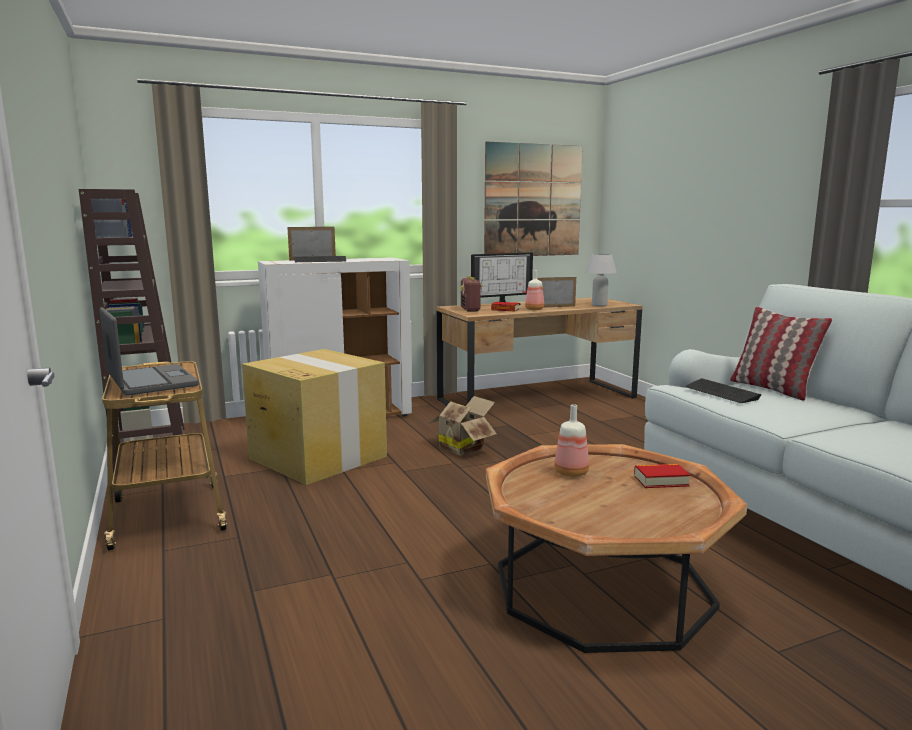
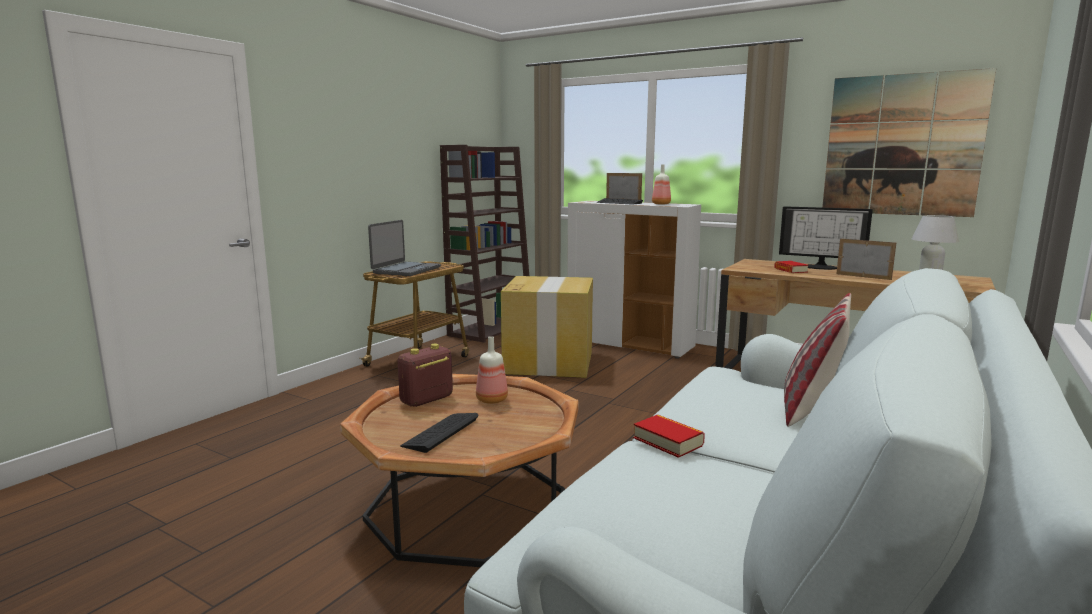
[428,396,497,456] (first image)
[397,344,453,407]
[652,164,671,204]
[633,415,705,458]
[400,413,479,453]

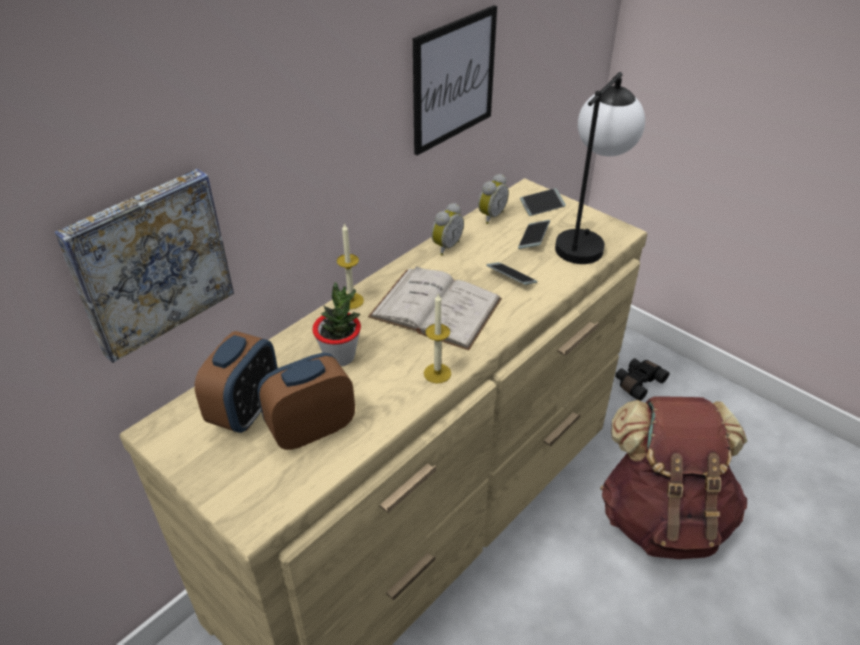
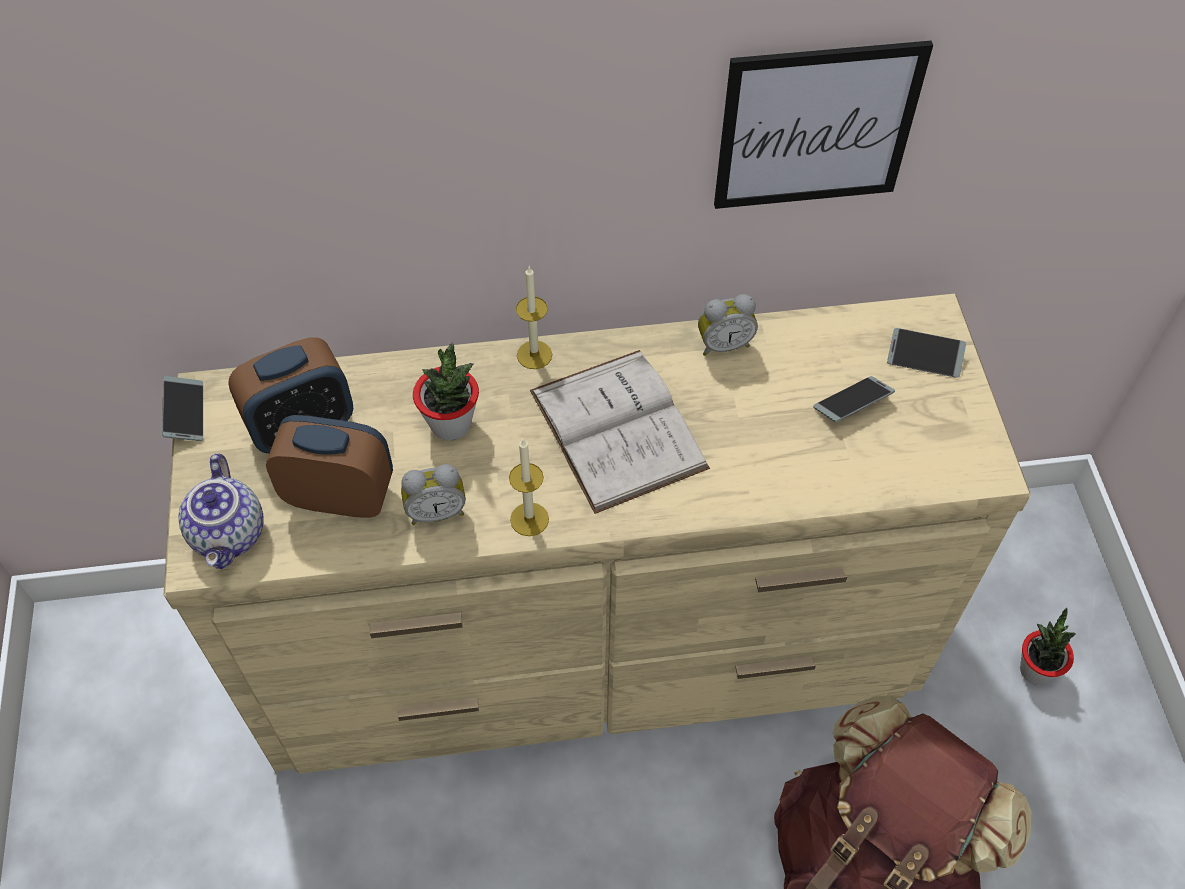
[55,169,234,363] (first image)
[555,72,645,264] (first image)
[179,454,264,569]
[401,464,465,525]
[162,376,203,441]
[1020,608,1076,685]

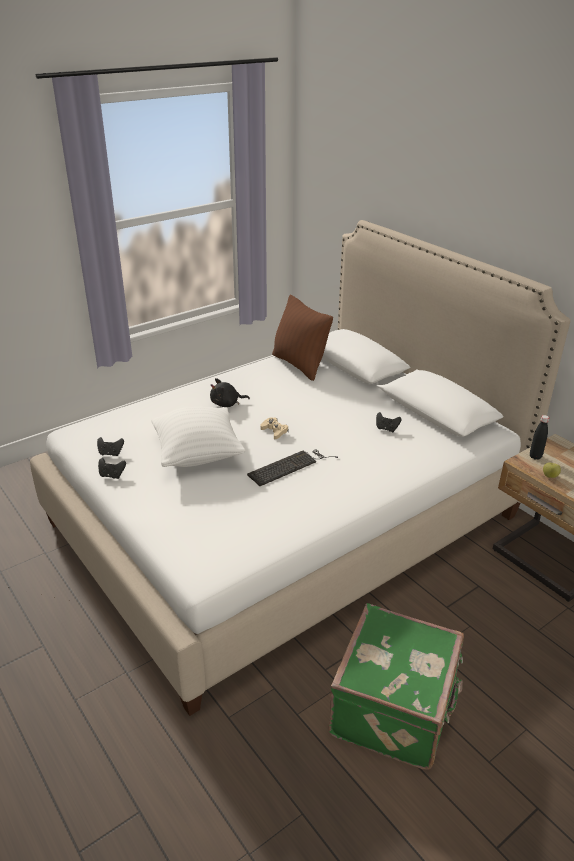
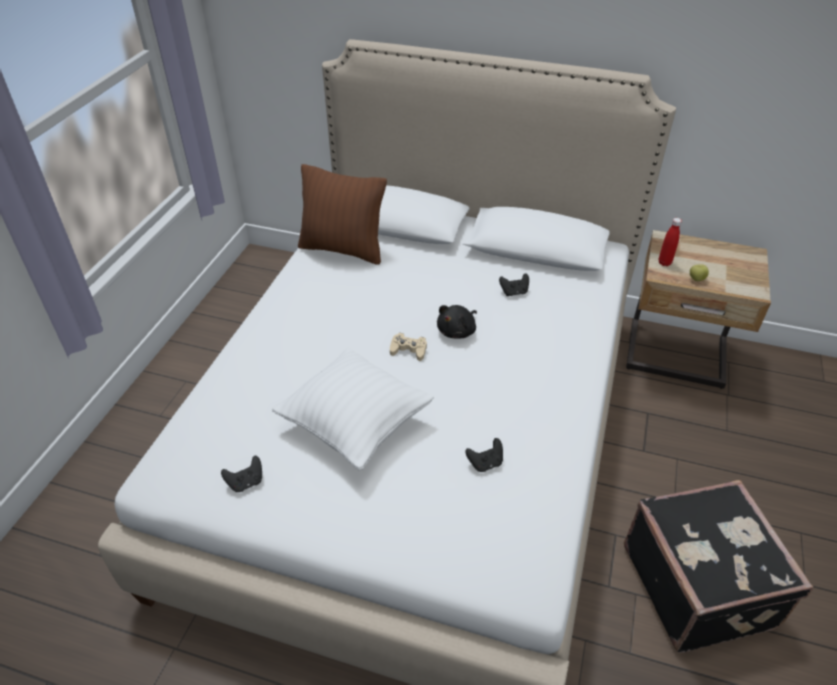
[247,450,338,486] (first image)
[465,438,503,472]
[437,305,477,338]
[624,480,813,653]
[659,218,682,266]

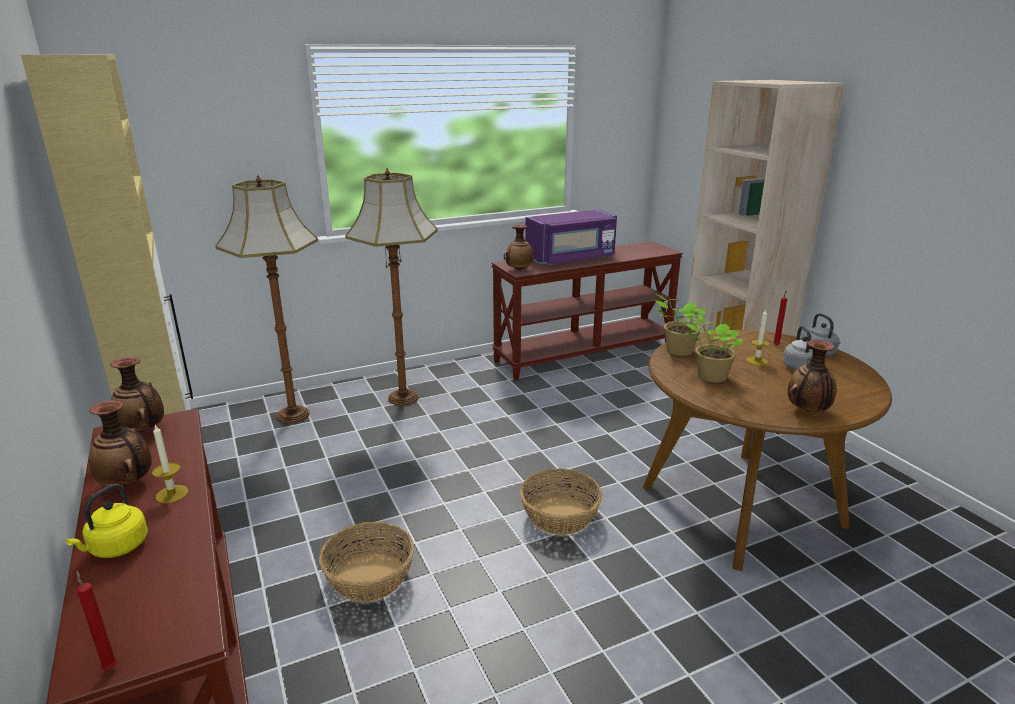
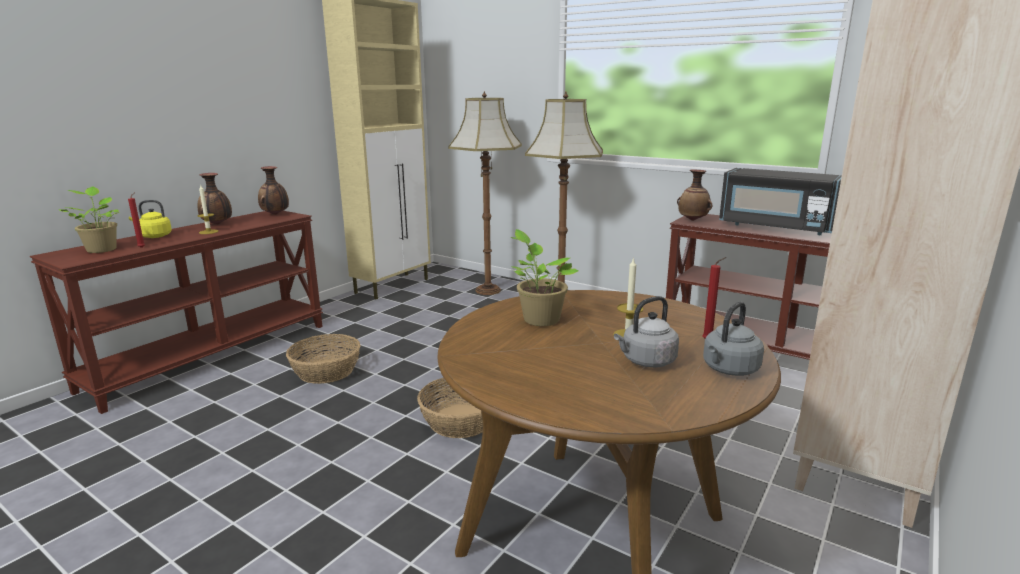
[788,340,836,411] (first image)
[128,192,145,248]
[58,186,120,253]
[719,168,842,235]

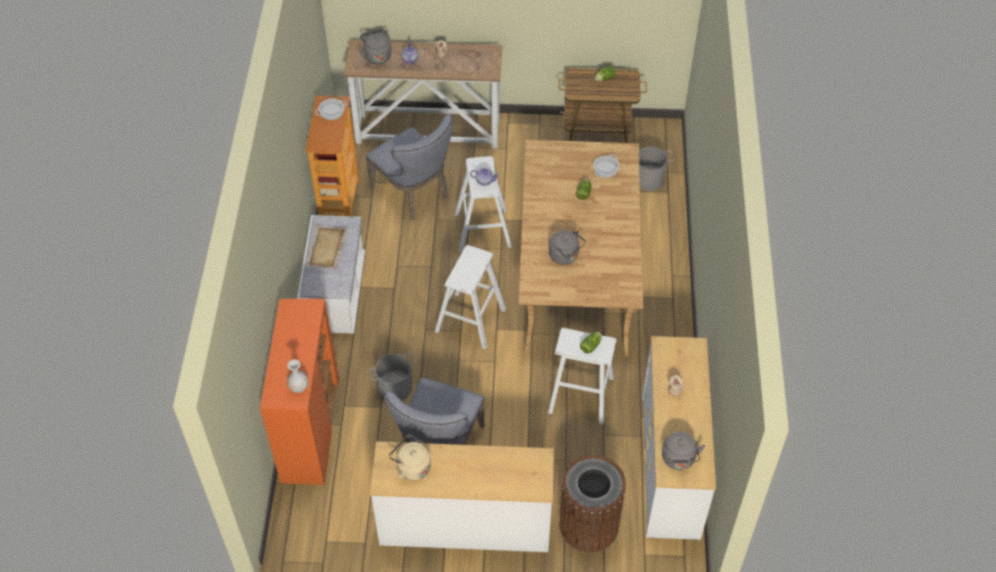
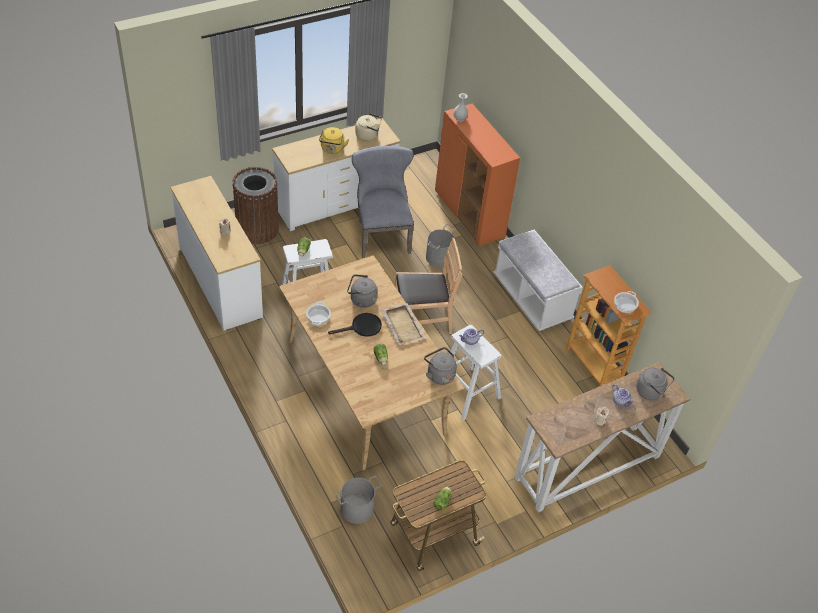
[366,114,453,220] (first image)
[319,127,349,154]
[328,313,382,337]
[380,303,426,345]
[306,302,331,325]
[424,347,457,385]
[395,238,463,334]

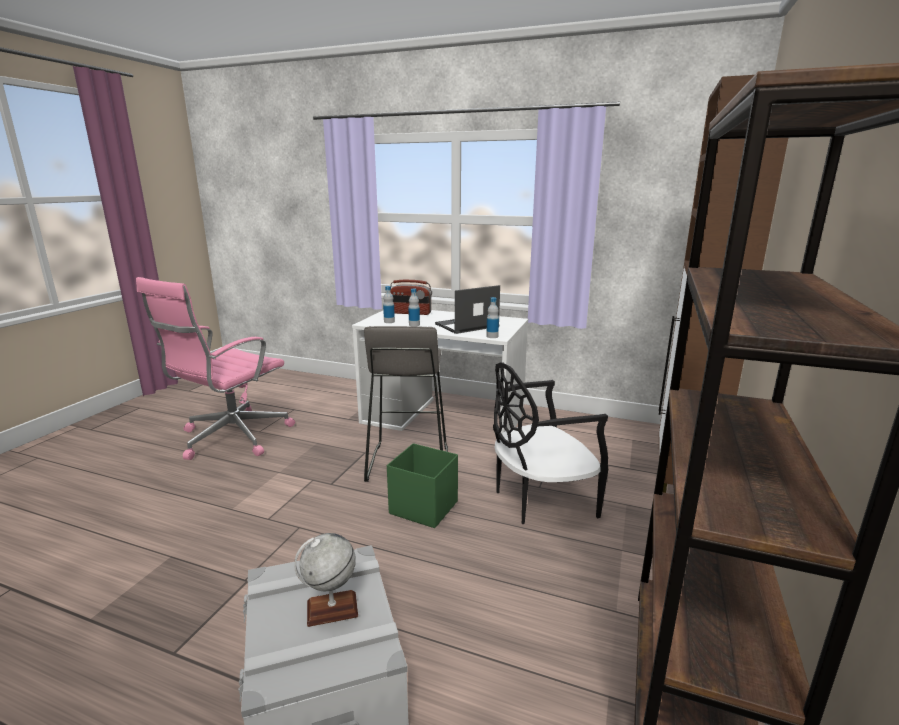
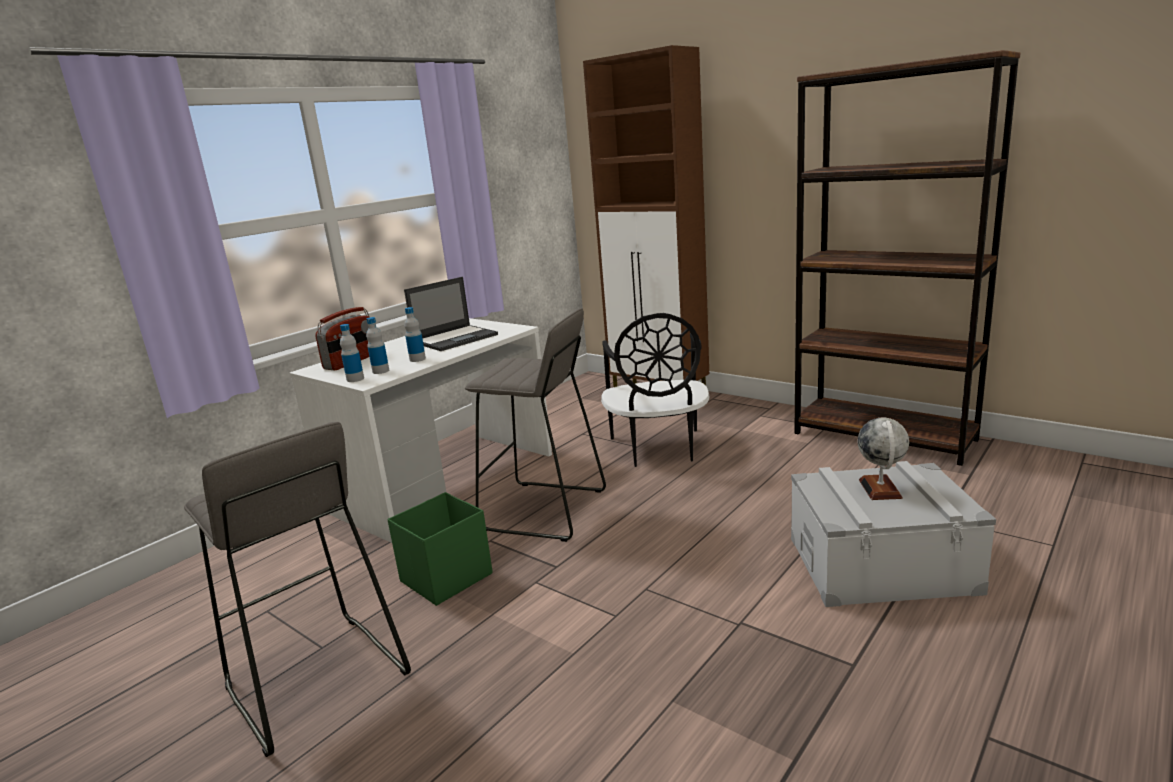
[387,492,493,606]
[340,324,364,382]
[184,422,411,757]
[404,277,498,351]

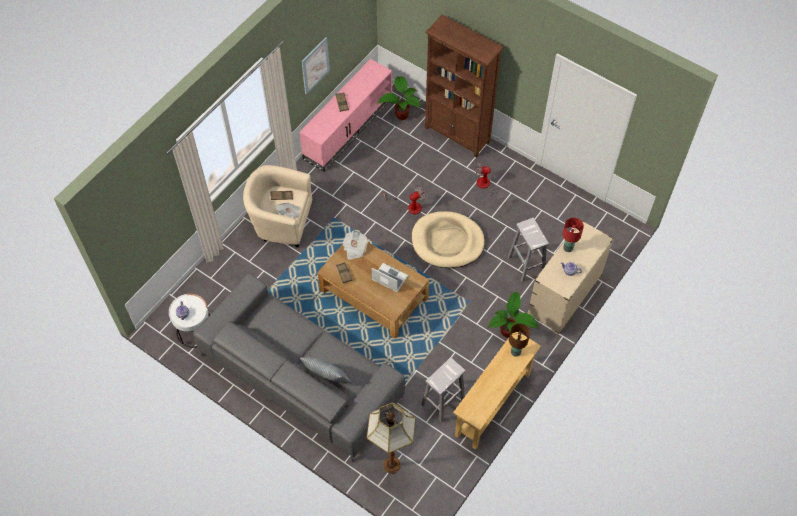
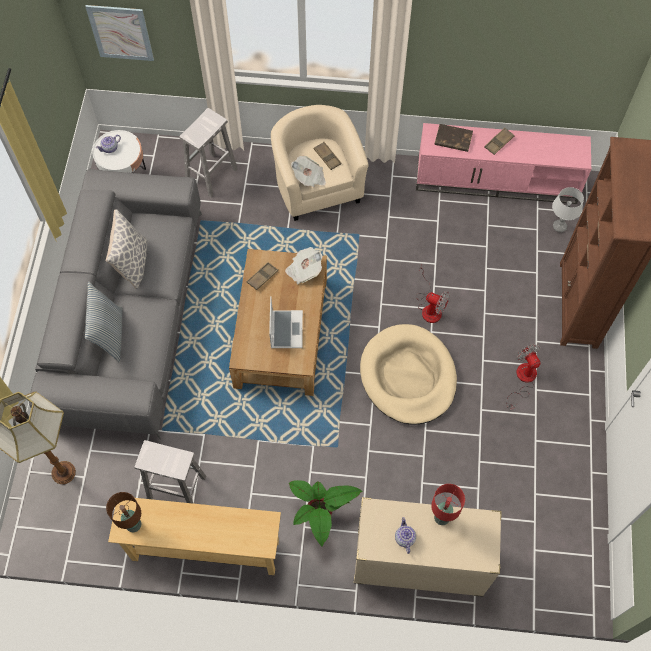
[105,209,148,289]
[434,124,473,152]
[85,5,154,61]
[179,108,238,197]
[106,492,141,532]
[552,187,584,232]

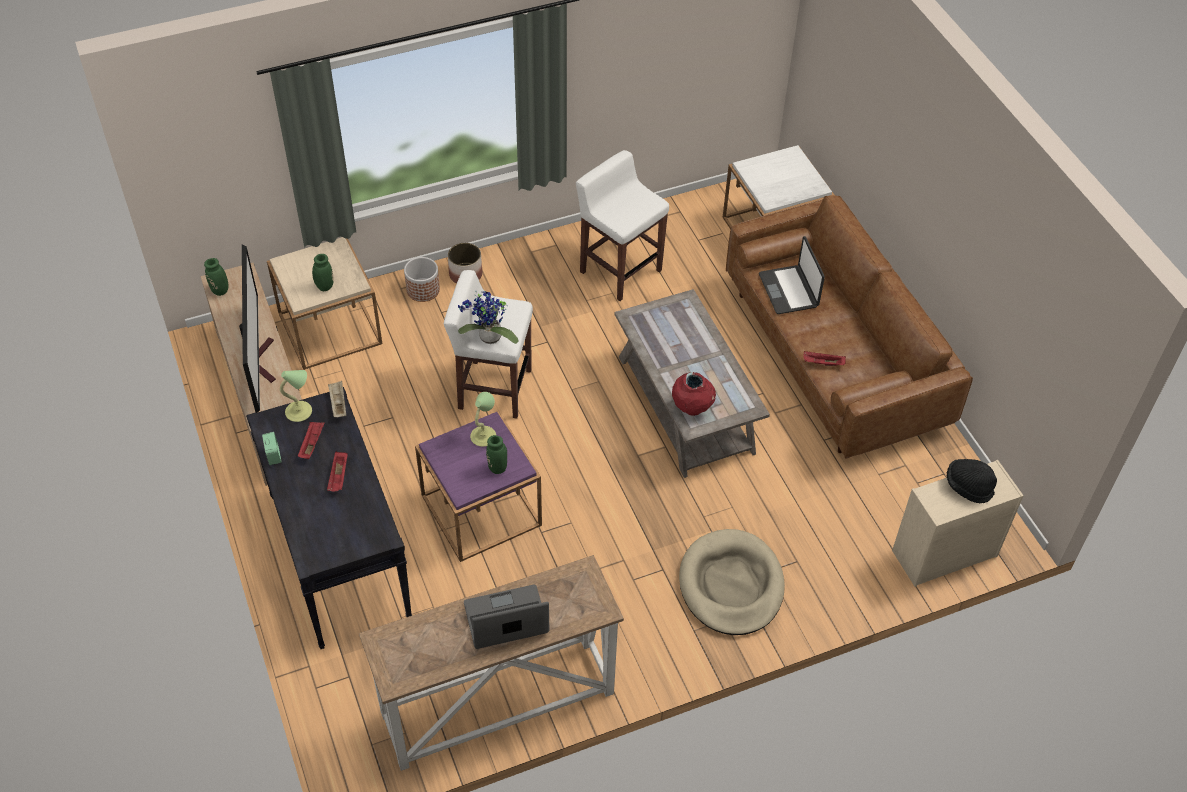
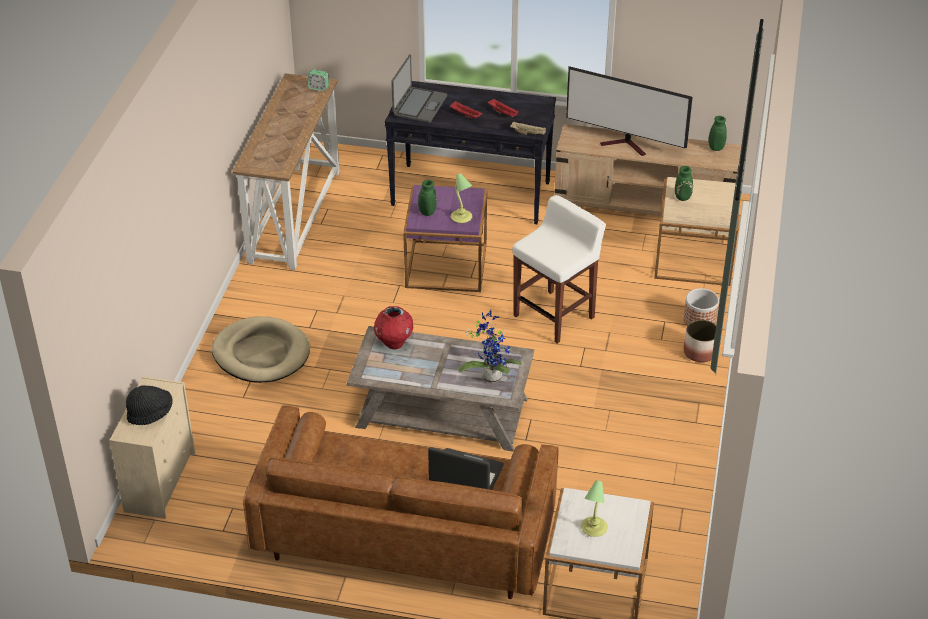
[576,150,669,301] (first image)
[803,351,846,366] (first image)
[307,69,329,91]
[581,480,608,537]
[458,309,522,383]
[391,54,447,123]

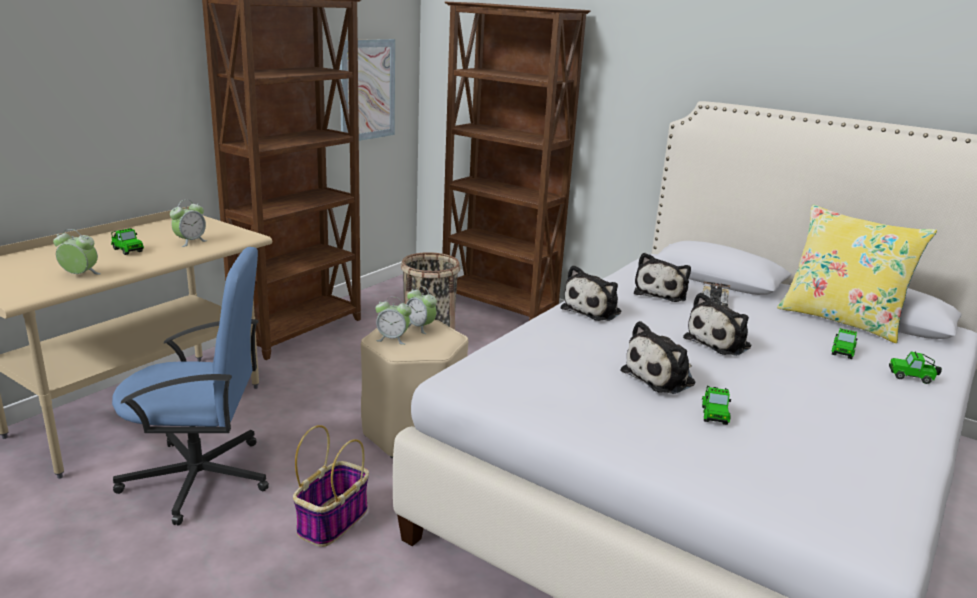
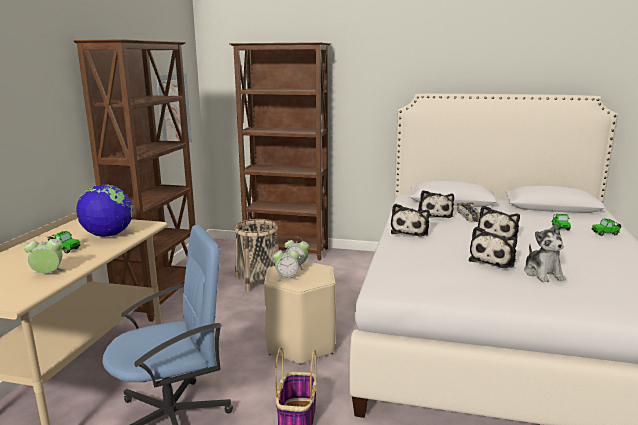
[777,204,937,343] (first image)
[76,184,133,237]
[524,223,566,282]

